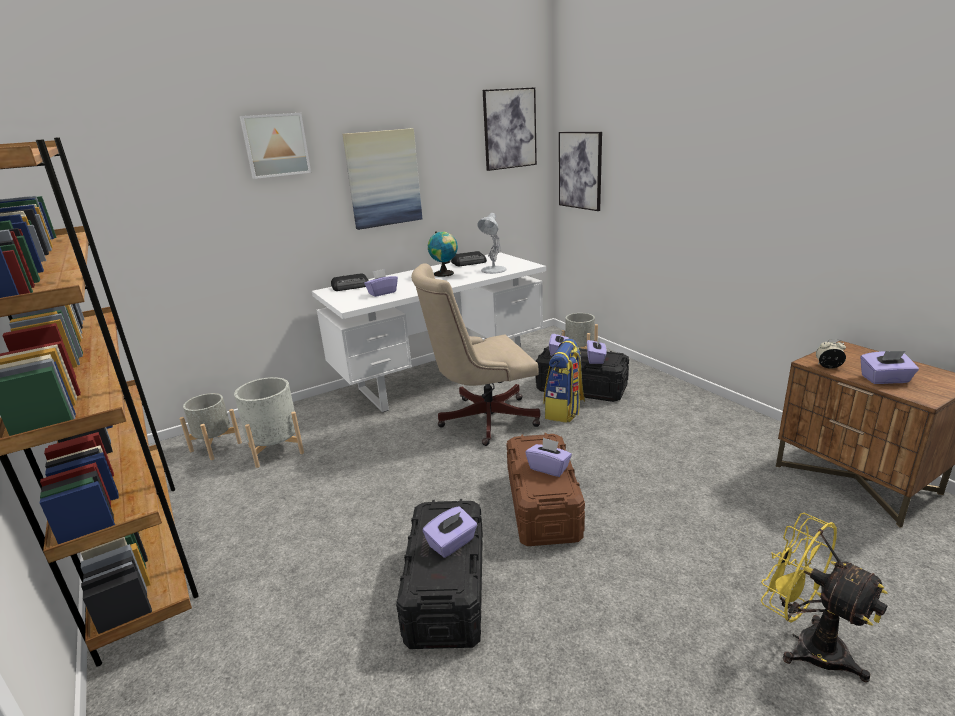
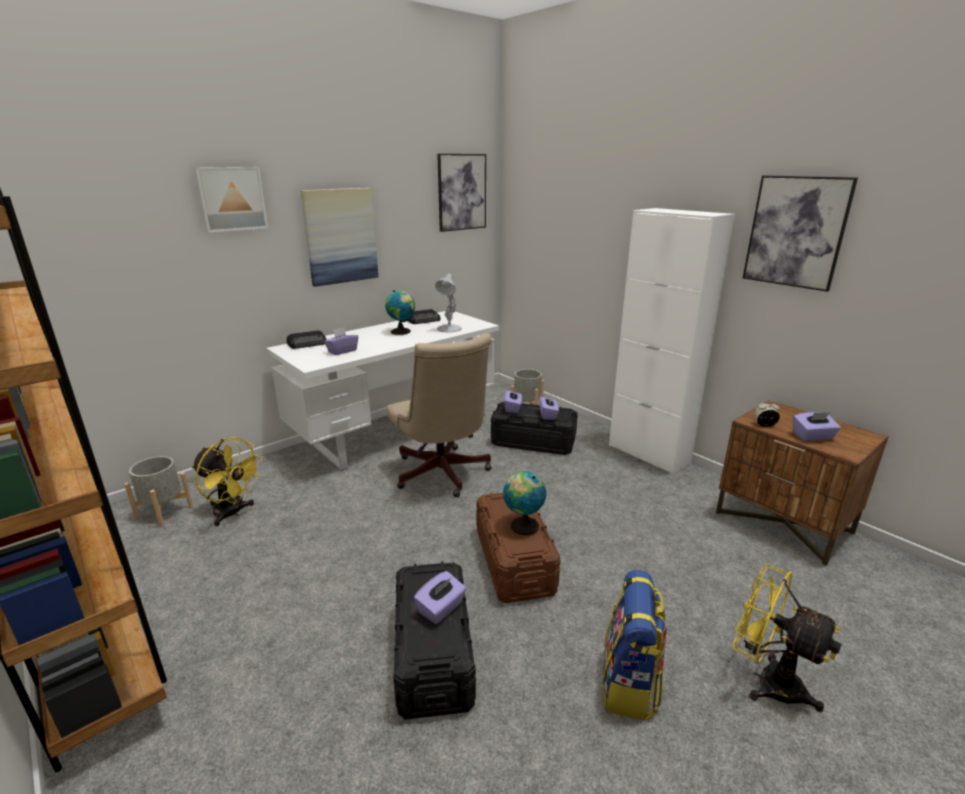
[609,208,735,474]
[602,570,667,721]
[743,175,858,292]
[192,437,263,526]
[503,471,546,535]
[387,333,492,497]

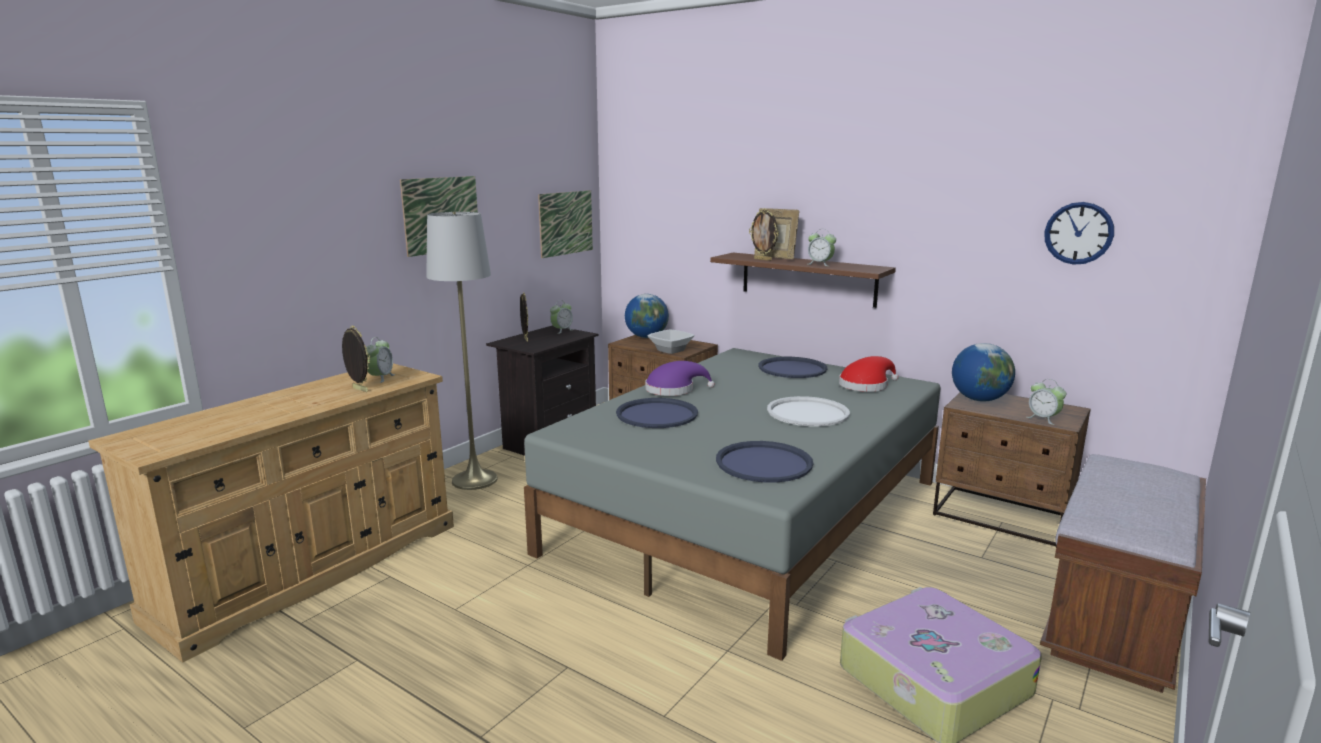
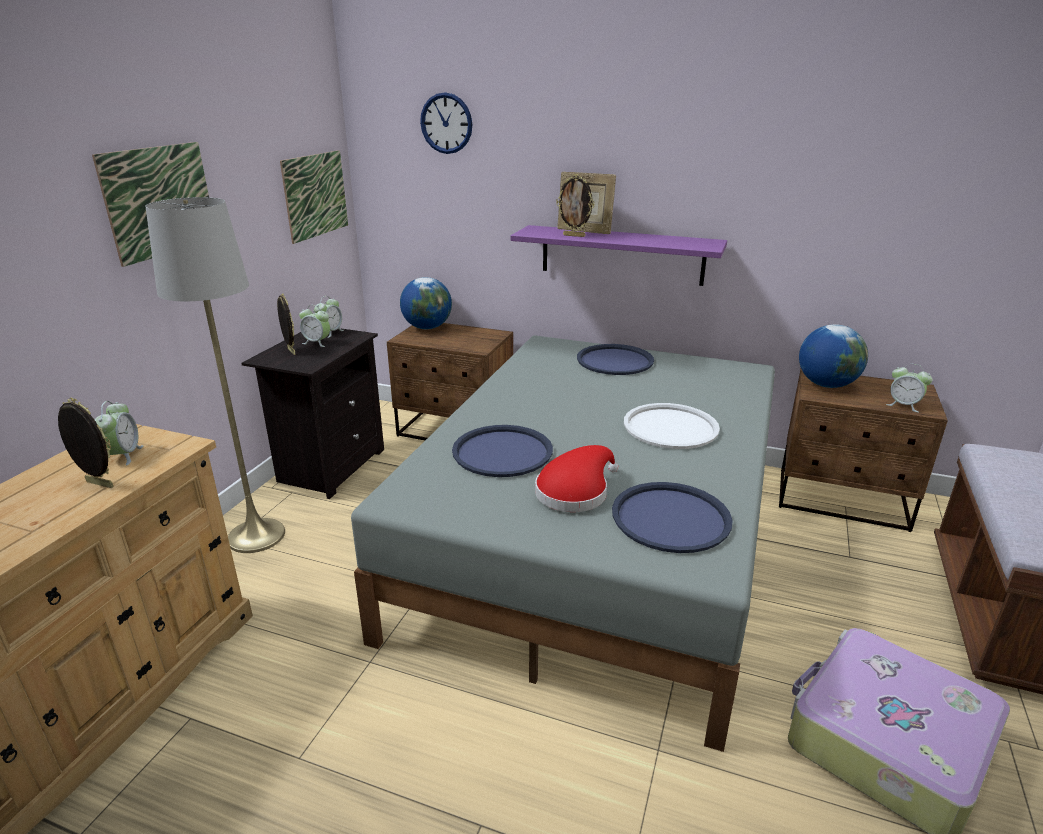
[645,361,715,396] (first image)
[647,329,695,354] (first image)
[299,305,330,347]
[535,445,619,512]
[420,92,473,154]
[510,225,727,286]

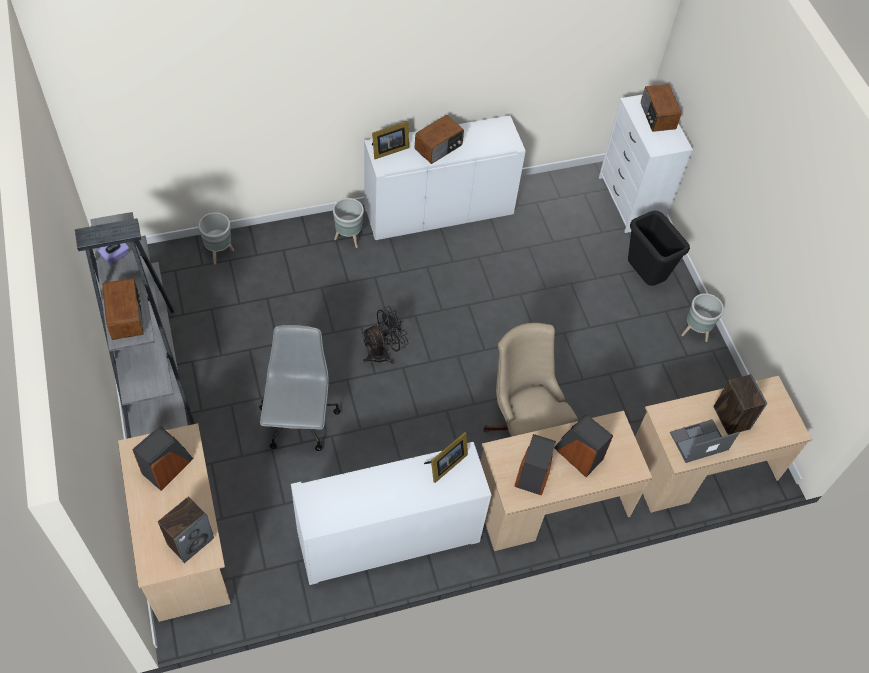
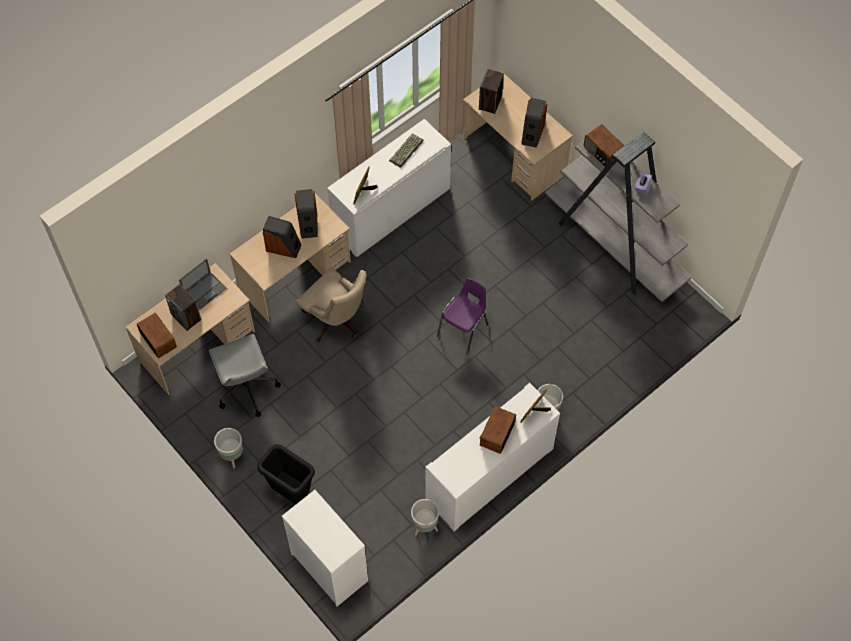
[389,133,424,168]
[411,499,439,536]
[209,334,281,417]
[137,313,177,359]
[437,278,488,355]

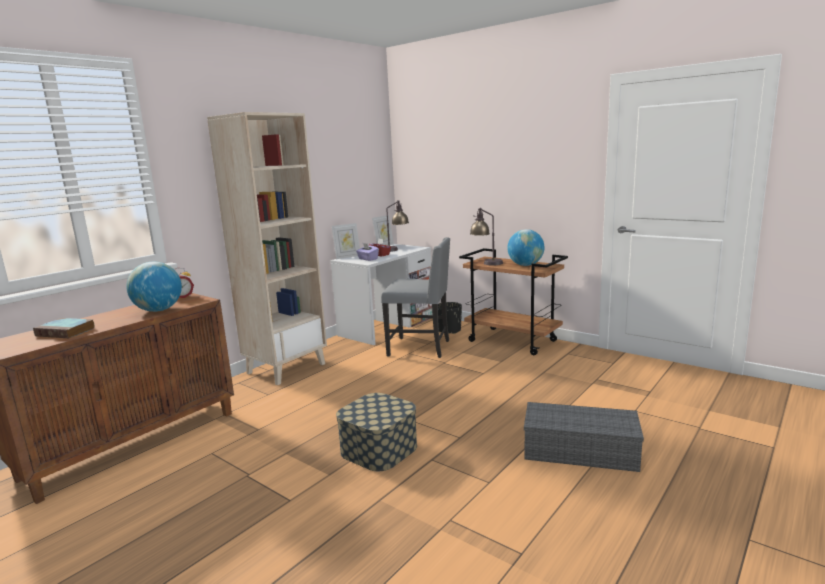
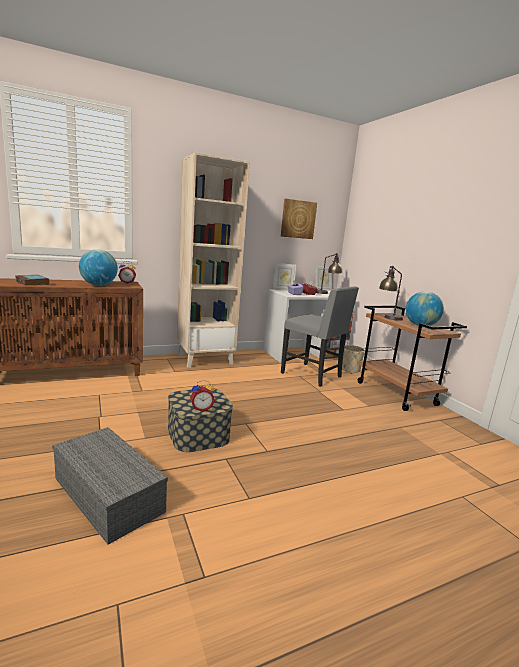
[190,380,215,412]
[281,199,317,239]
[52,427,168,545]
[342,345,365,374]

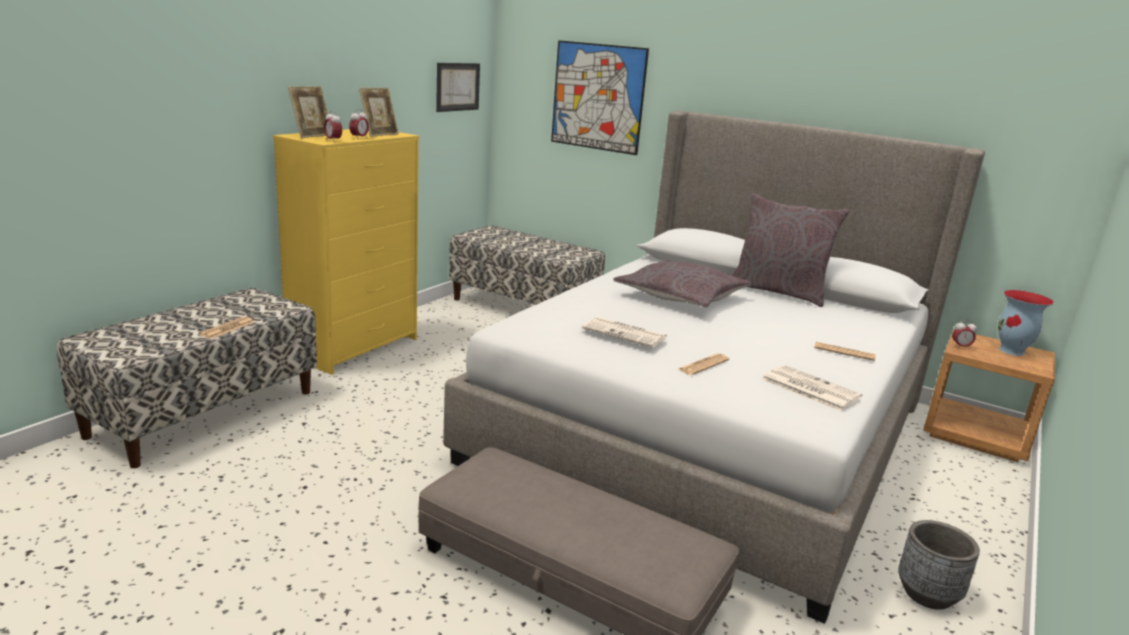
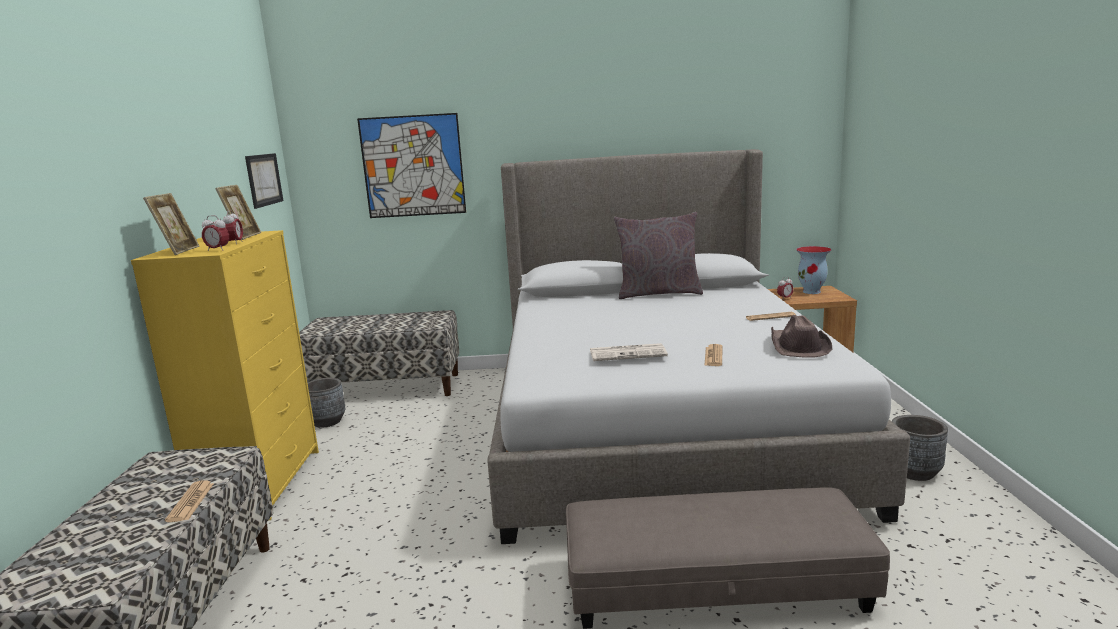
[613,260,752,307] (first image)
[308,378,346,428]
[771,315,832,358]

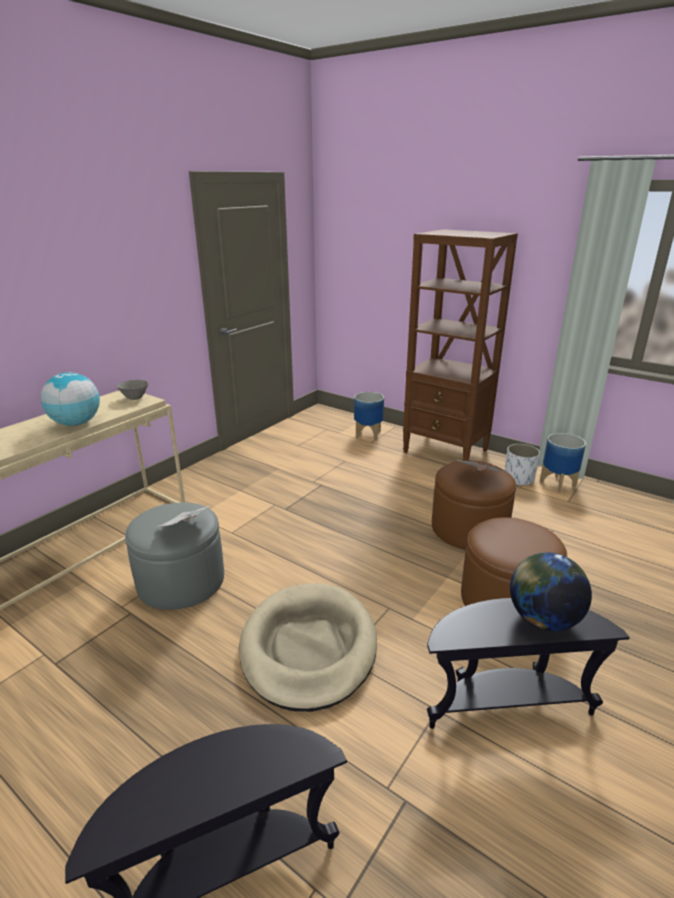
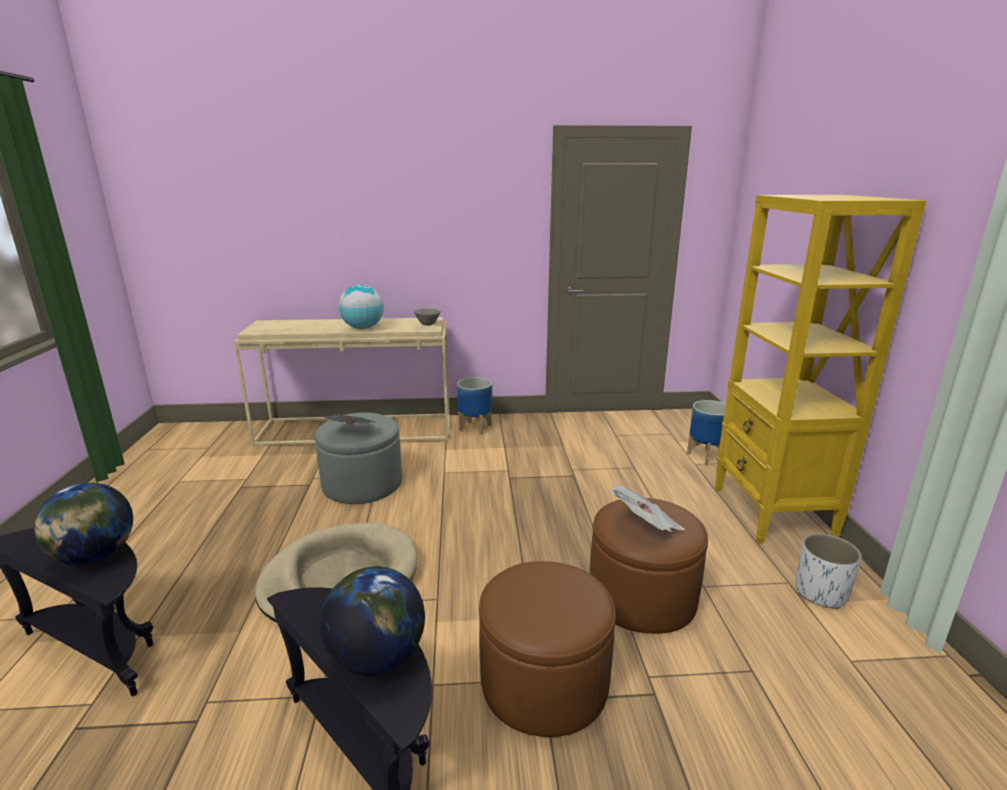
[34,483,133,565]
[457,377,492,435]
[715,195,926,544]

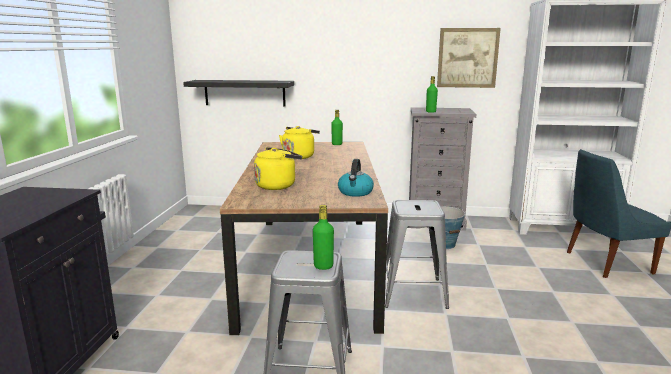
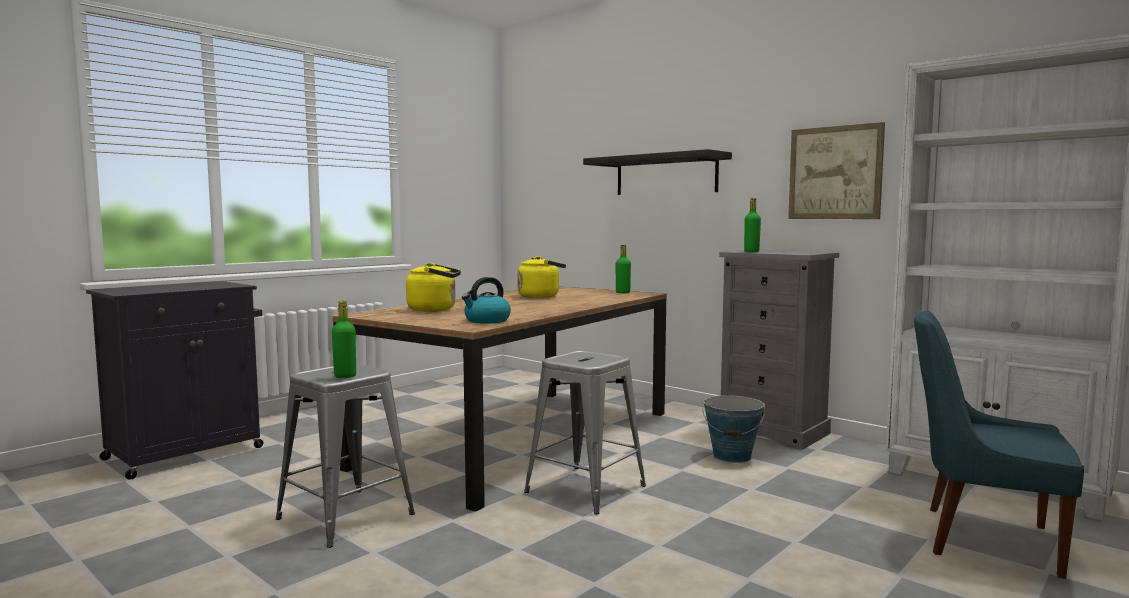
[583,149,732,195]

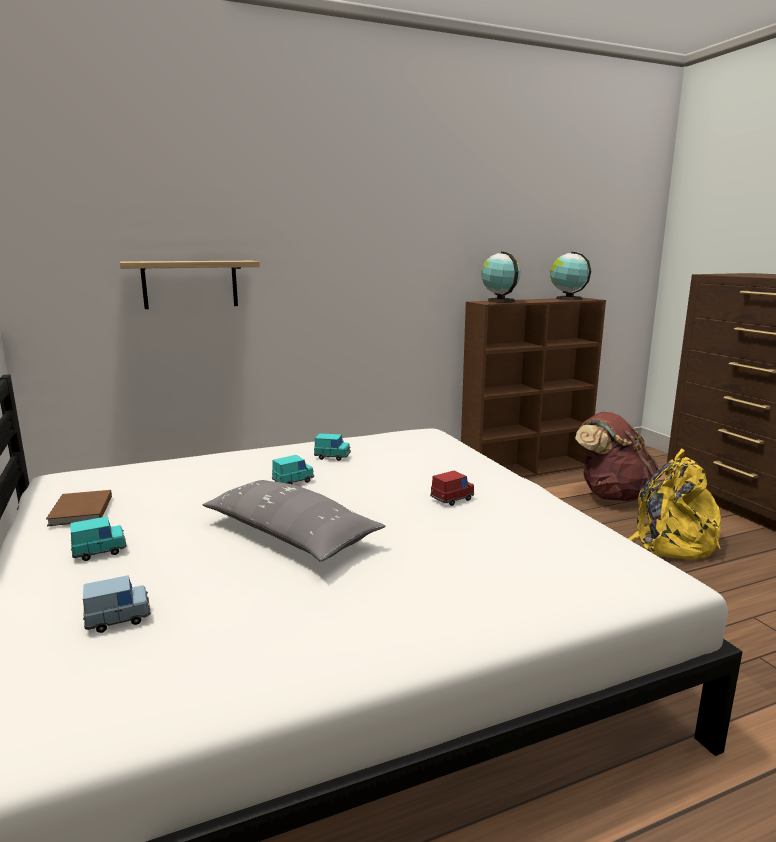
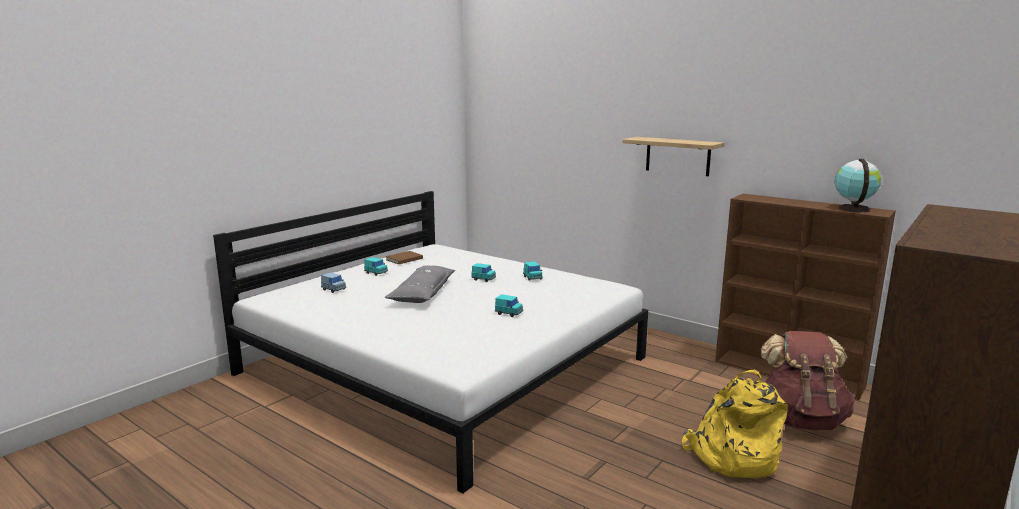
[481,252,520,303] (first image)
[623,137,725,176]
[495,294,523,317]

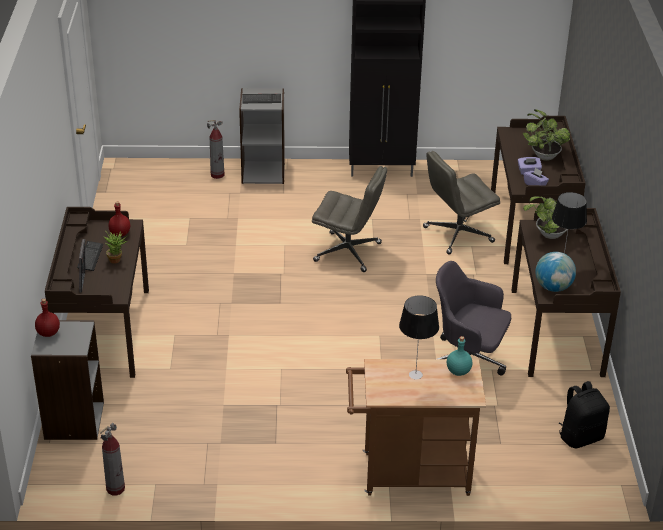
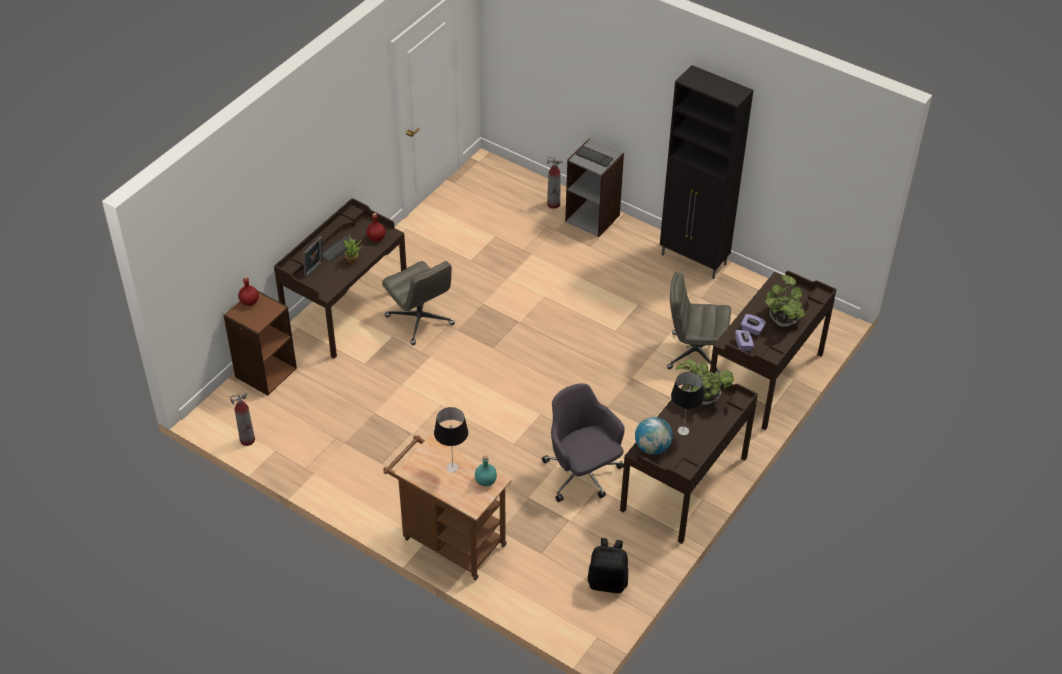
[382,261,455,345]
[223,290,297,395]

